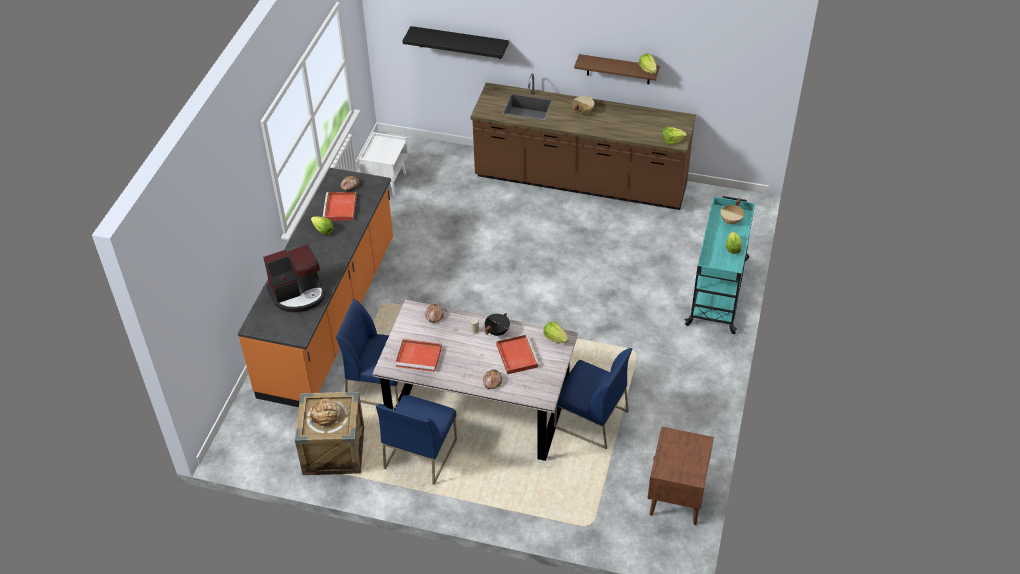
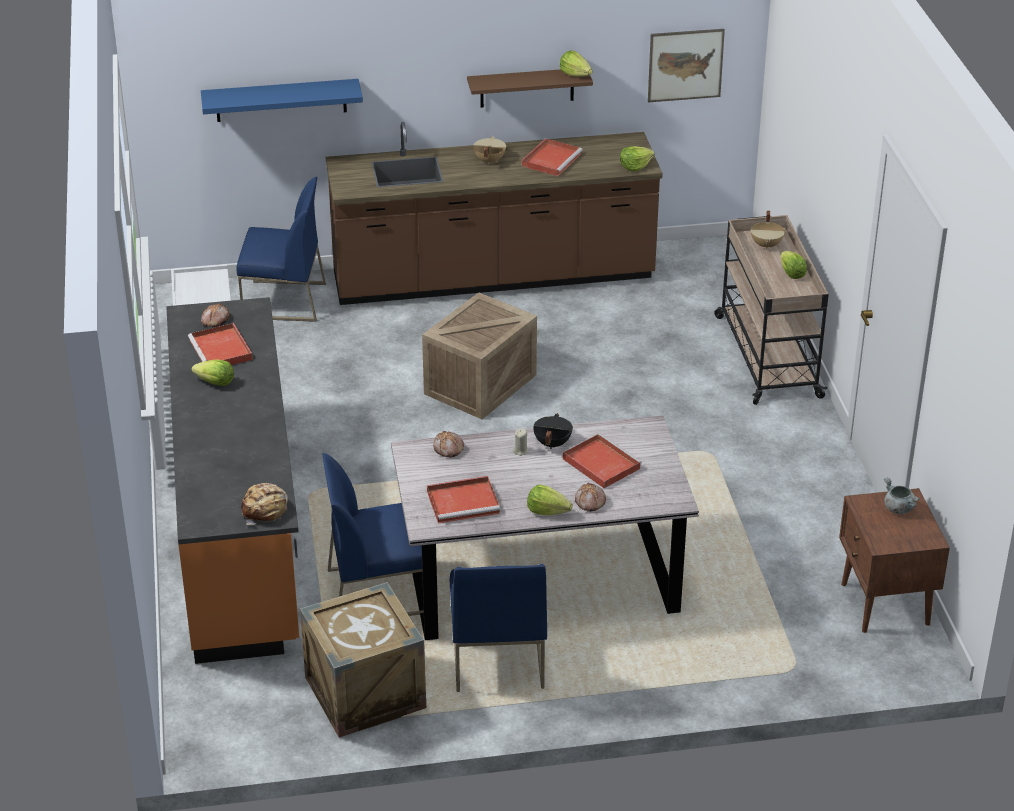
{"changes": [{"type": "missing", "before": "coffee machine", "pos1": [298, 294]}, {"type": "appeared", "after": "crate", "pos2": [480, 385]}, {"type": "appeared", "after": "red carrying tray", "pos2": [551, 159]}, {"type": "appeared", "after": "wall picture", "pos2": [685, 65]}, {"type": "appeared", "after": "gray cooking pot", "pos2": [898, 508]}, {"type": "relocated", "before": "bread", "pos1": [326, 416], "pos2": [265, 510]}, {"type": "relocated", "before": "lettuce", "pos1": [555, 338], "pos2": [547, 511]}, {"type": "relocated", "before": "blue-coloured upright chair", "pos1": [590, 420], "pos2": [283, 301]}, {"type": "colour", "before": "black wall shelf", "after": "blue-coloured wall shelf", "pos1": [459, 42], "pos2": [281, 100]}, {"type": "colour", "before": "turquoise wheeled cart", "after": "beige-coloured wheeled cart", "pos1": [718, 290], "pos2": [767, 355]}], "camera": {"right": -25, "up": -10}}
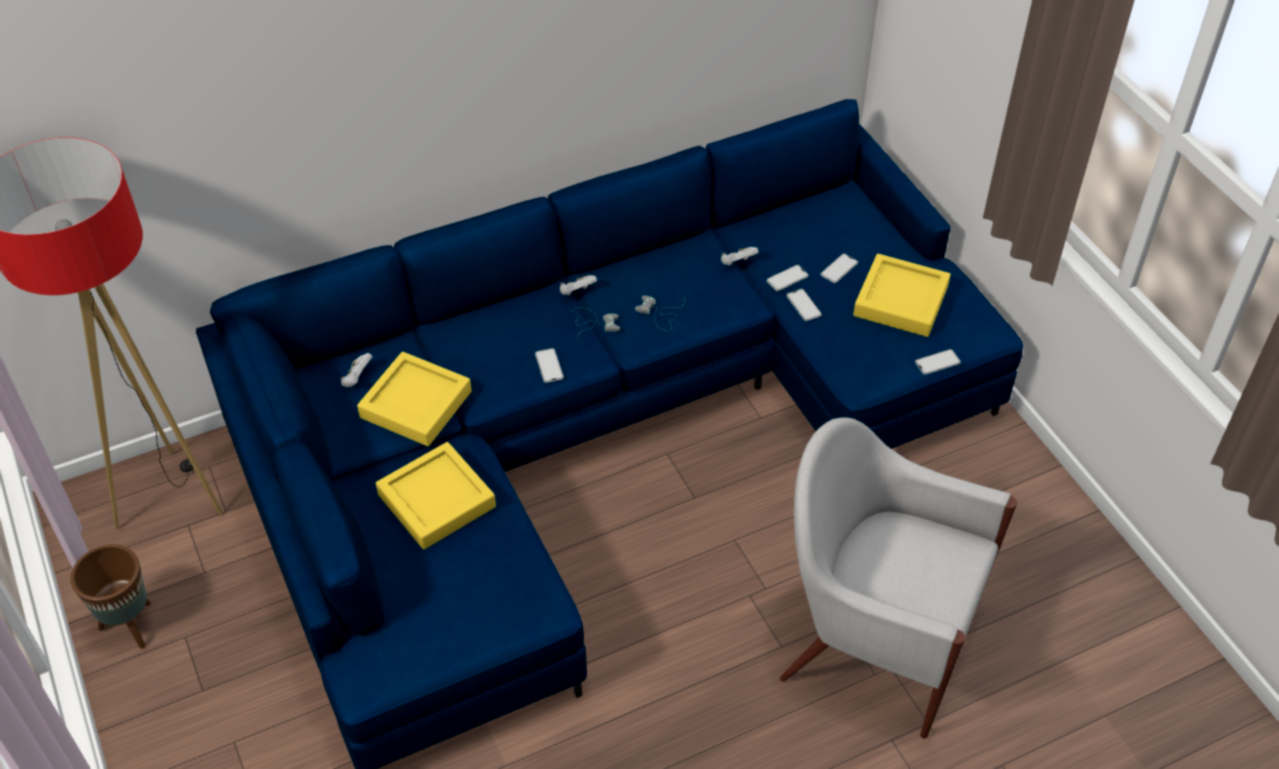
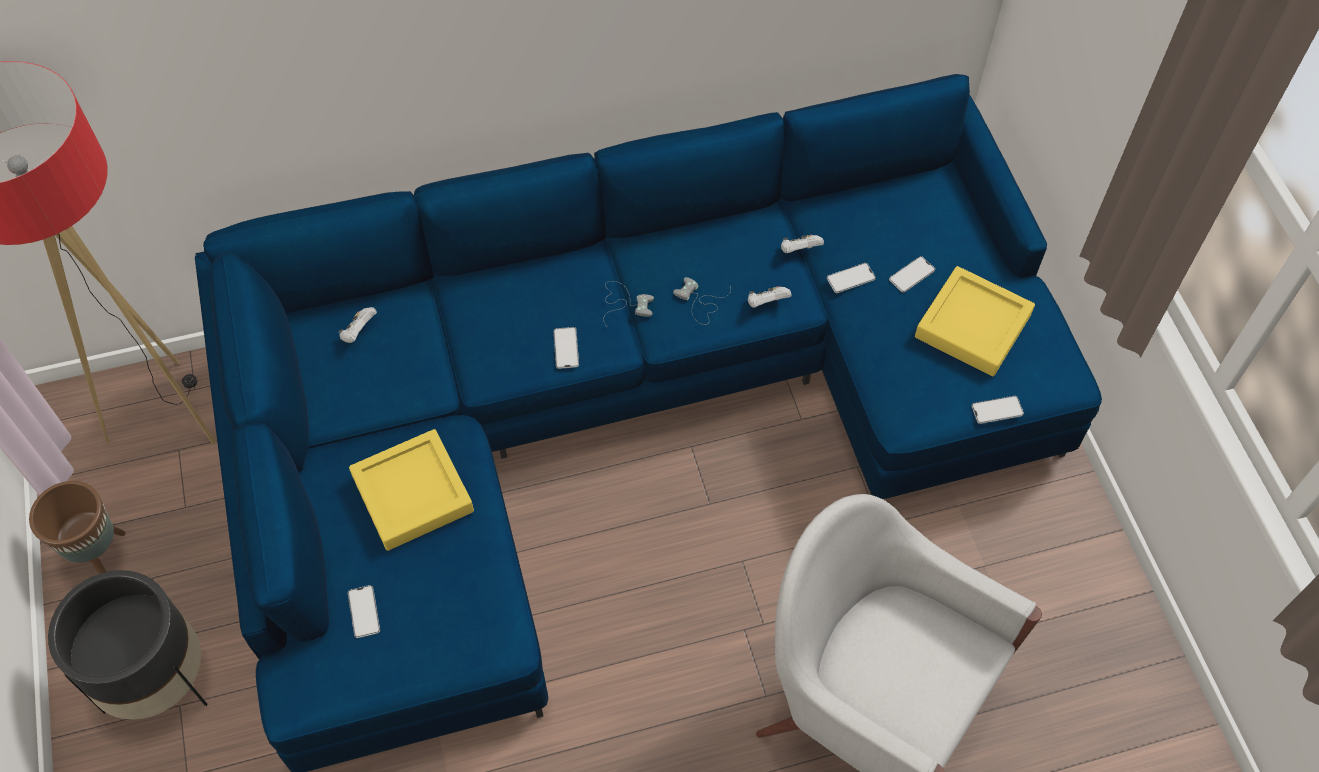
{"changes": [{"type": "missing", "before": "yellow carrying tray", "pos1": [416, 404]}, {"type": "appeared", "after": "black planter", "pos2": [159, 680]}, {"type": "relocated", "before": "whitish game controller", "pos1": [577, 292], "pos2": [766, 303]}, {"type": "relocated", "before": "handset", "pos1": [803, 305], "pos2": [364, 611]}], "camera": {"right": 10, "up": 10}}
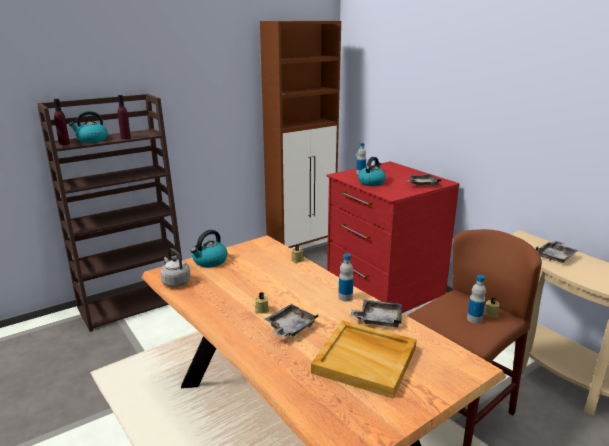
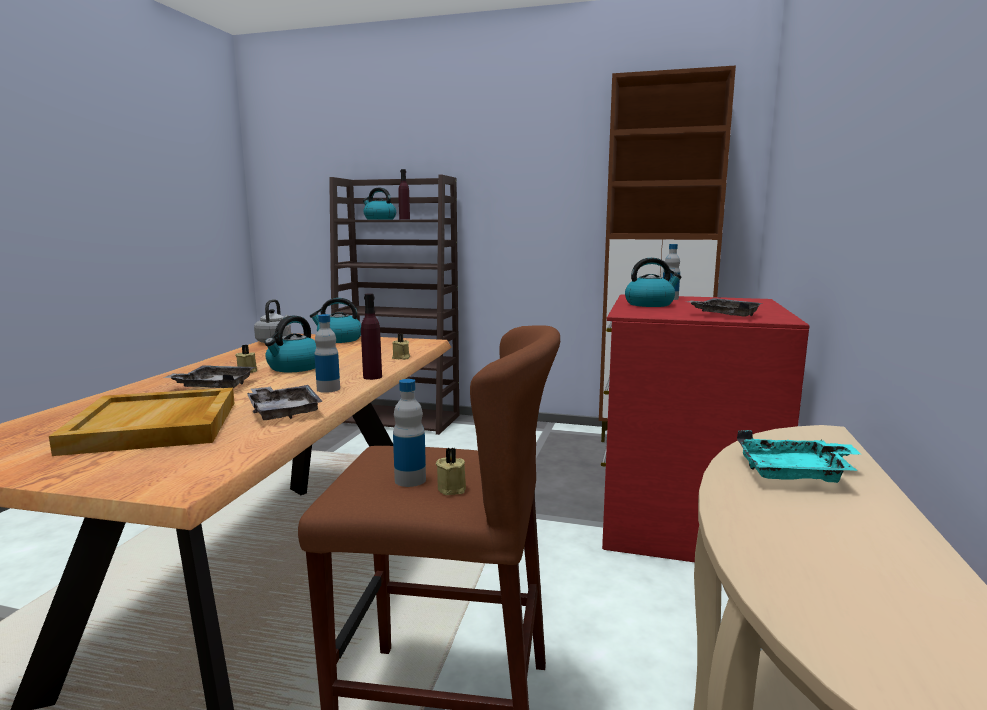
{"changes": [{"type": "appeared", "after": "water kettle", "pos2": [294, 367]}, {"type": "relocated", "before": "purple-coloured bottle", "pos1": [64, 143], "pos2": [372, 377]}, {"type": "colour", "before": "gray carrying tray", "after": "turquoise carrying tray", "pos1": [555, 256], "pos2": [795, 473]}], "camera": {"right": 50, "up": -10}}
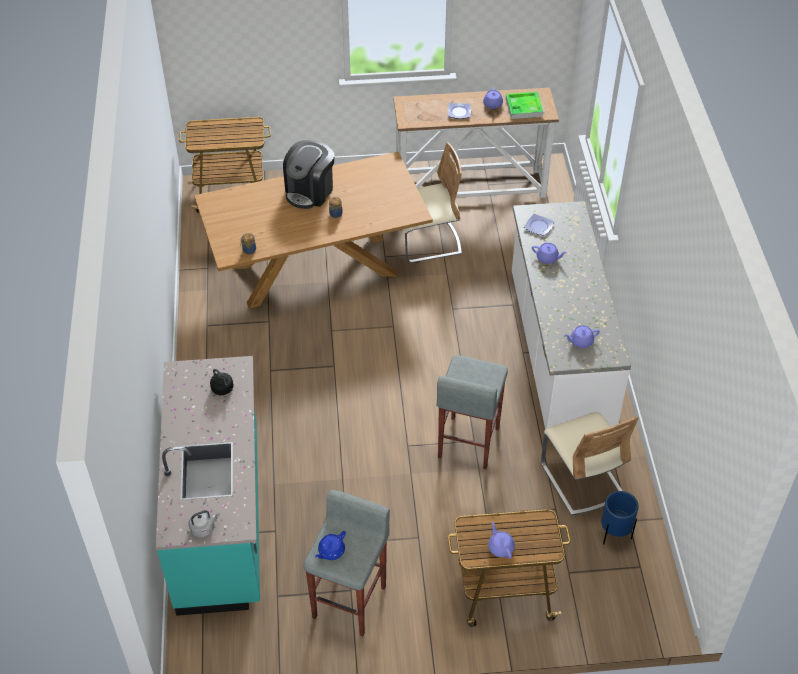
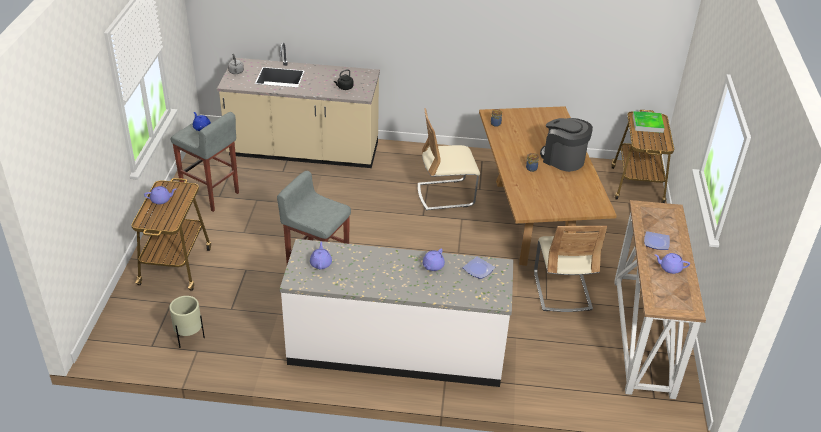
{"changes": [{"type": "relocated", "before": "carrying tray", "pos1": [524, 107], "pos2": [647, 124]}, {"type": "relocated", "before": "beige-coloured upright chair", "pos1": [581, 480], "pos2": [445, 195]}, {"type": "colour", "before": "turquoise kitchen counter", "after": "beige-coloured kitchen counter", "pos1": [221, 518], "pos2": [303, 151]}, {"type": "colour", "before": "blue-coloured planter", "after": "beige-coloured planter", "pos1": [614, 534], "pos2": [189, 338]}], "camera": {"right": 100, "up": -10}}
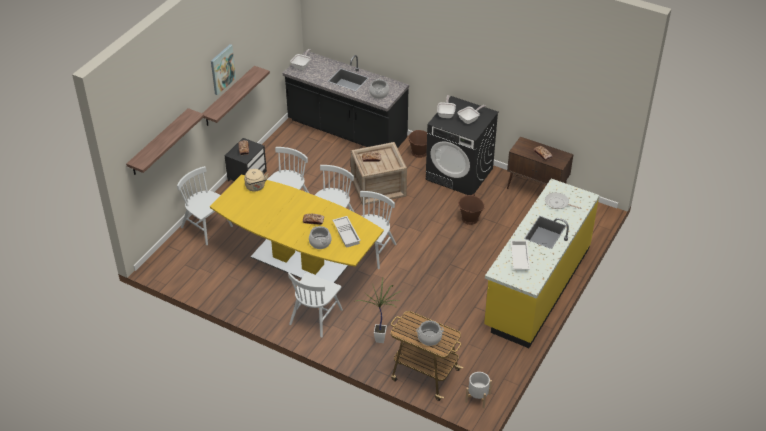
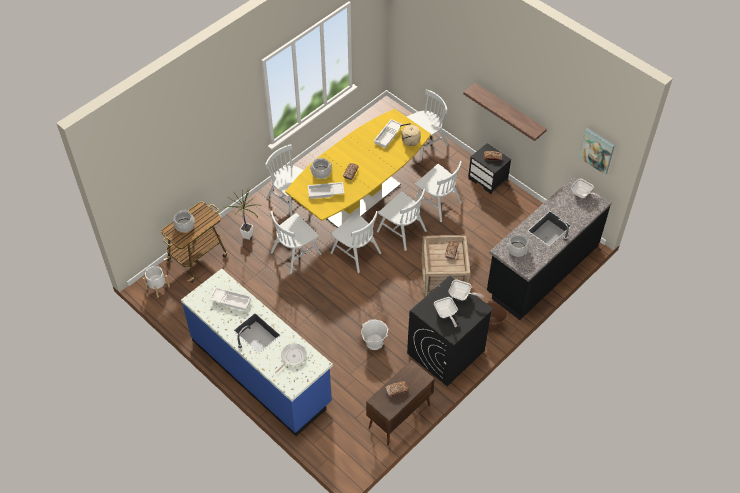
{"changes": [{"type": "missing", "before": "wall shelf", "pos1": [159, 142]}, {"type": "appeared", "after": "whitish upright chair", "pos2": [296, 253]}, {"type": "appeared", "after": "whitish carrying tray", "pos2": [388, 136]}, {"type": "relocated", "before": "wall picture", "pos1": [222, 69], "pos2": [597, 150]}, {"type": "colour", "before": "brown bucket", "after": "whitish bucket", "pos1": [469, 219], "pos2": [374, 342]}, {"type": "colour", "before": "yellow kitchen counter", "after": "blue-coloured kitchen counter", "pos1": [537, 287], "pos2": [261, 371]}], "camera": {"right": 105, "up": 10}}
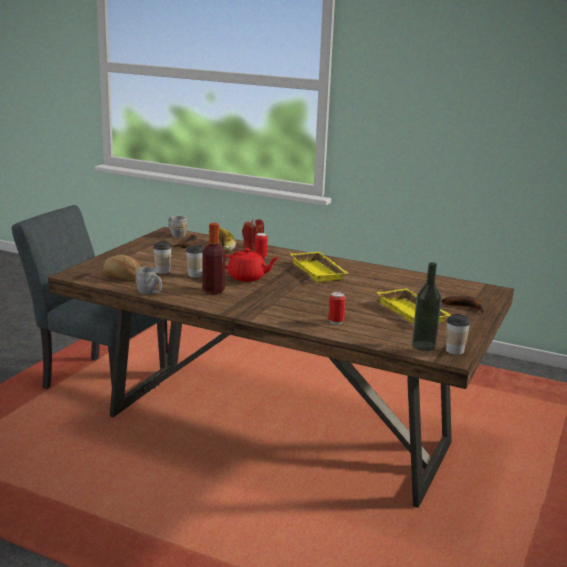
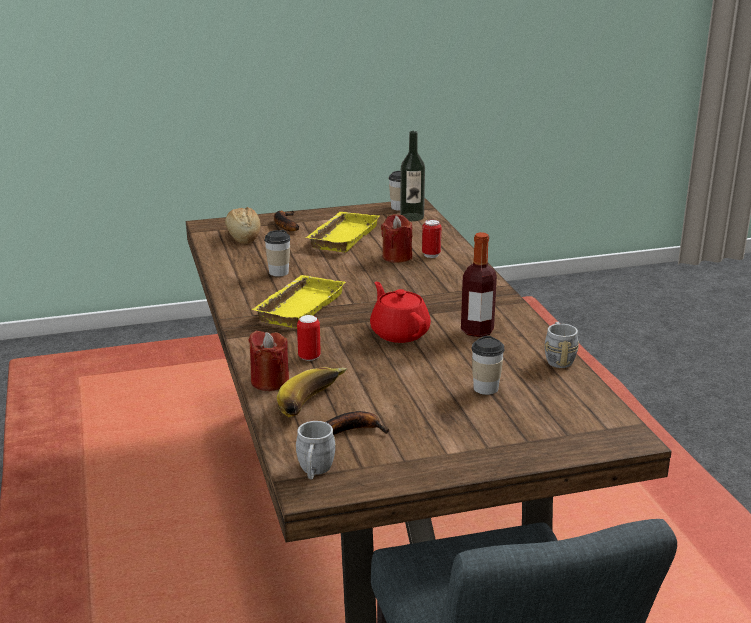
{"changes": [{"type": "appeared", "after": "red wax light", "pos2": [397, 257]}, {"type": "relocated", "before": "bread", "pos1": [122, 277], "pos2": [243, 236]}, {"type": "relocated", "before": "drinking cup", "pos1": [195, 275], "pos2": [278, 272]}], "camera": {"right": -130, "up": 5}}
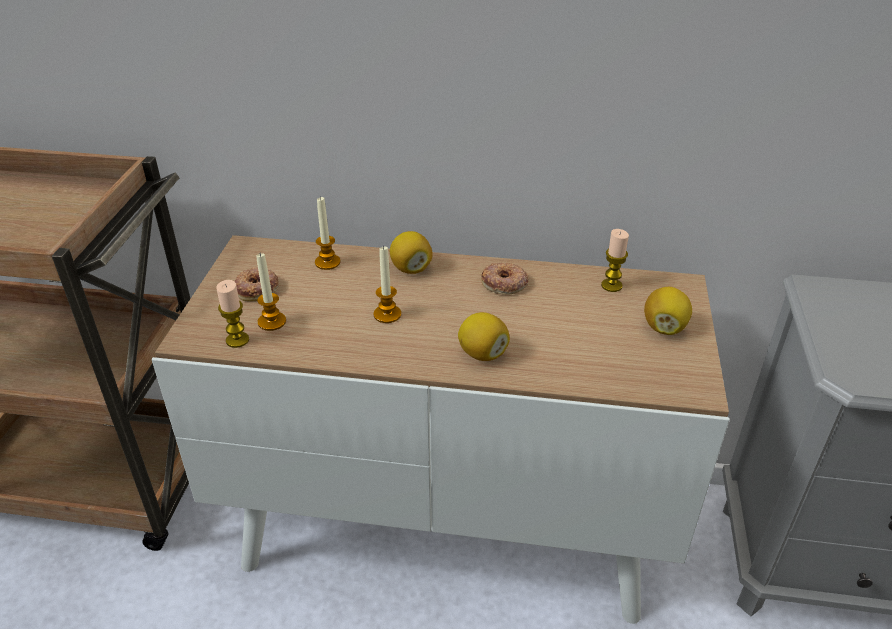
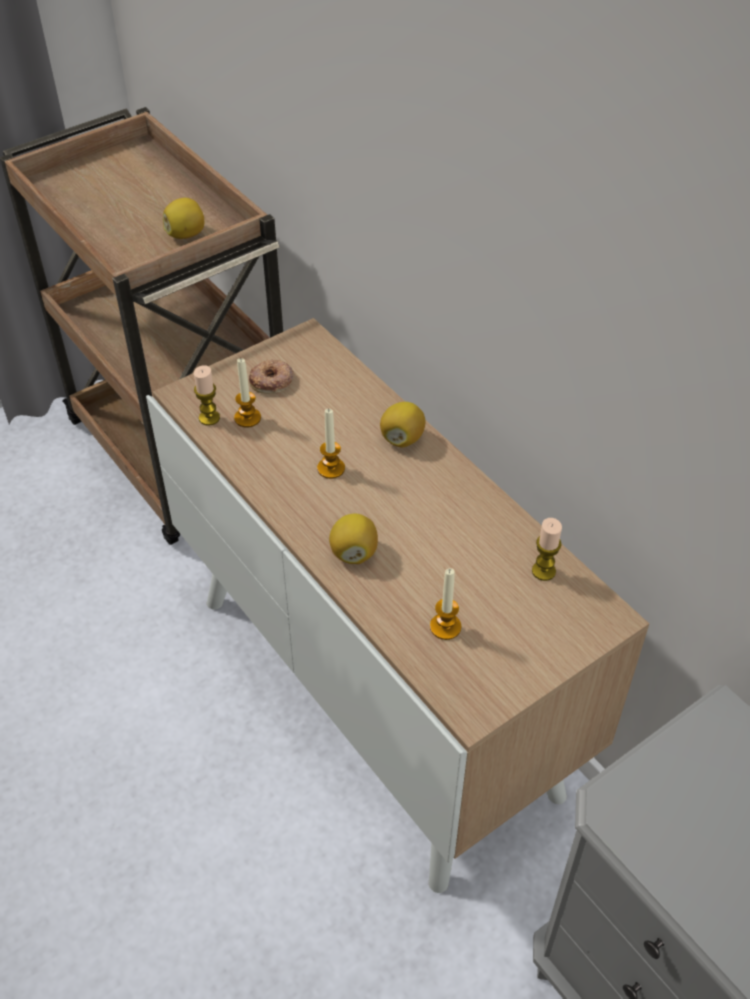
{"changes": [{"type": "missing", "before": "ring doughnut", "pos1": [504, 283]}, {"type": "relocated", "before": "wax light", "pos1": [327, 262], "pos2": [445, 627]}, {"type": "relocated", "before": "whole lemon", "pos1": [664, 327], "pos2": [186, 234]}], "camera": {"right": 45, "up": 10}}
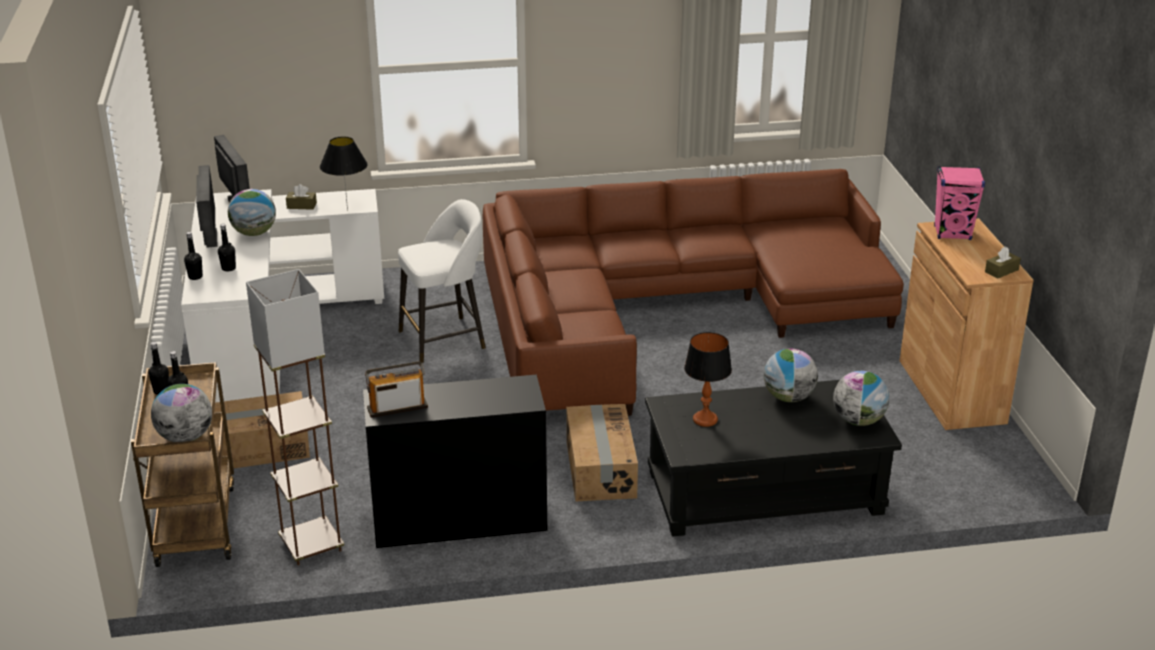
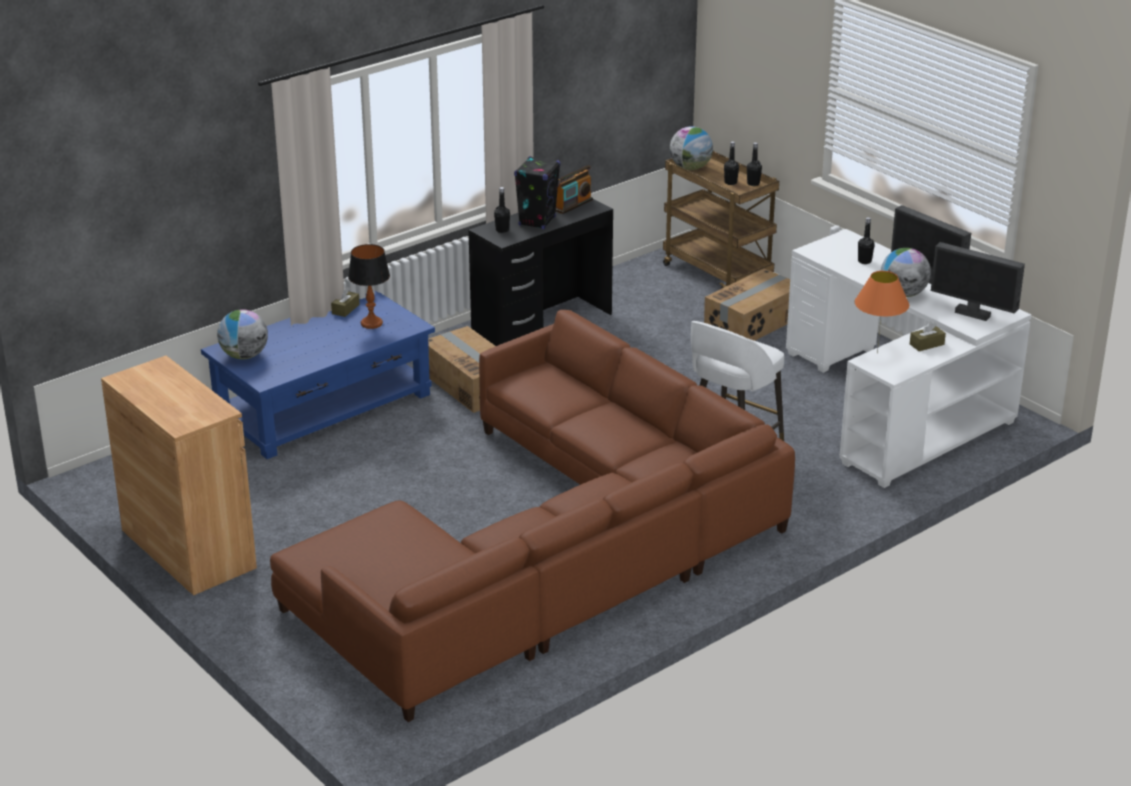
{"changes": [{"type": "missing", "before": "brown standard lamp", "pos1": [311, 545]}, {"type": "missing", "before": "world globe", "pos1": [788, 397]}, {"type": "missing", "before": "pink-coloured loudspeaker", "pos1": [952, 233]}, {"type": "appeared", "after": "black loudspeaker", "pos2": [537, 221]}, {"type": "relocated", "before": "black bottle", "pos1": [195, 277], "pos2": [502, 230]}, {"type": "relocated", "before": "brown box of tissues", "pos1": [1001, 271], "pos2": [345, 309]}, {"type": "colour", "before": "black lamp for a table", "after": "orangey lamp for a table", "pos1": [347, 210], "pos2": [877, 353]}, {"type": "colour", "before": "black lounge table", "after": "blue-coloured lounge table", "pos1": [765, 492], "pos2": [322, 406]}], "camera": {"right": 150, "up": 0}}
